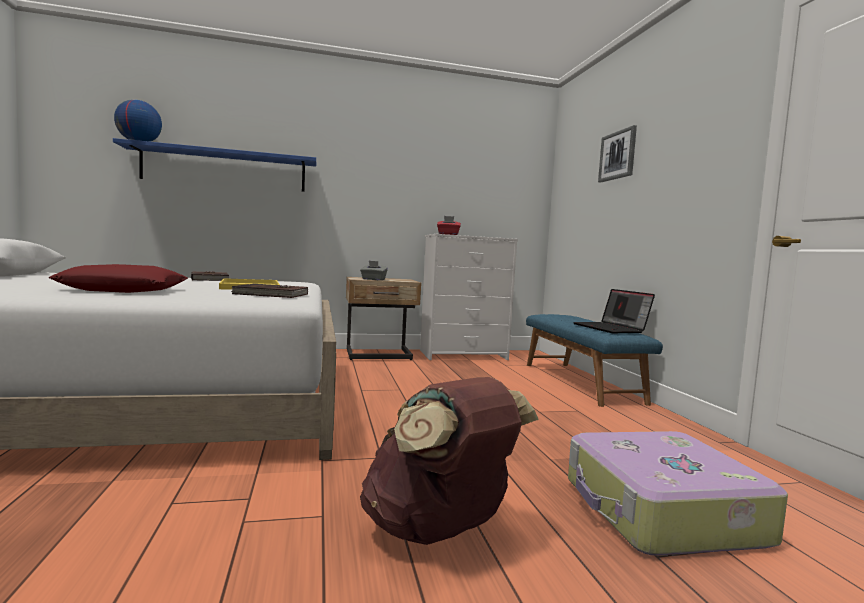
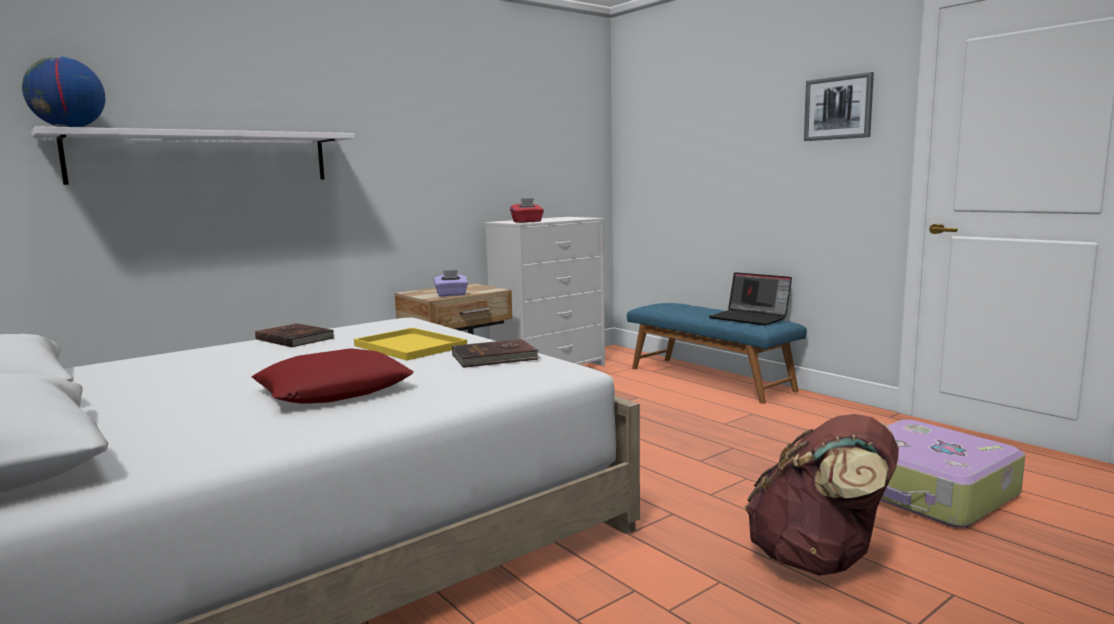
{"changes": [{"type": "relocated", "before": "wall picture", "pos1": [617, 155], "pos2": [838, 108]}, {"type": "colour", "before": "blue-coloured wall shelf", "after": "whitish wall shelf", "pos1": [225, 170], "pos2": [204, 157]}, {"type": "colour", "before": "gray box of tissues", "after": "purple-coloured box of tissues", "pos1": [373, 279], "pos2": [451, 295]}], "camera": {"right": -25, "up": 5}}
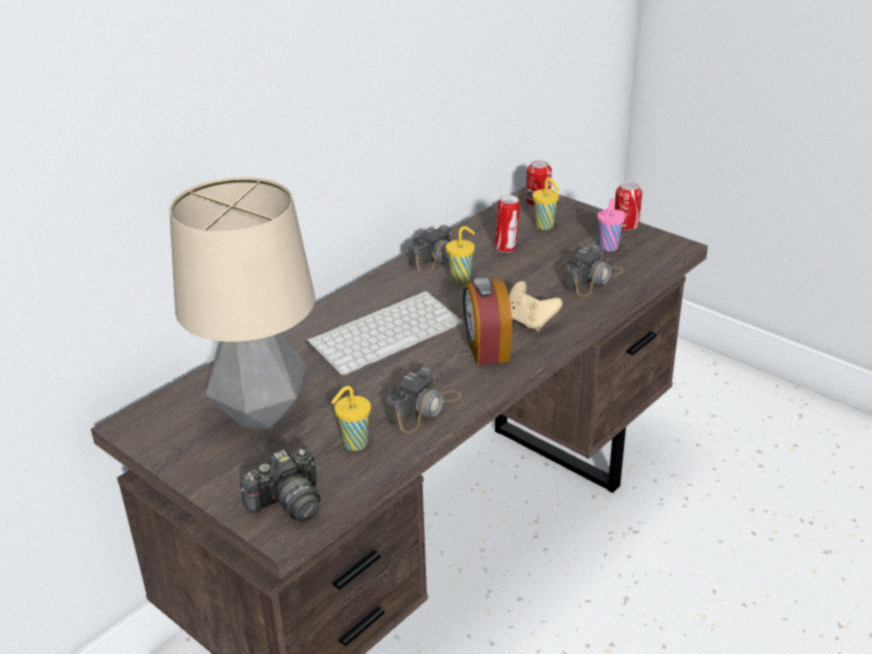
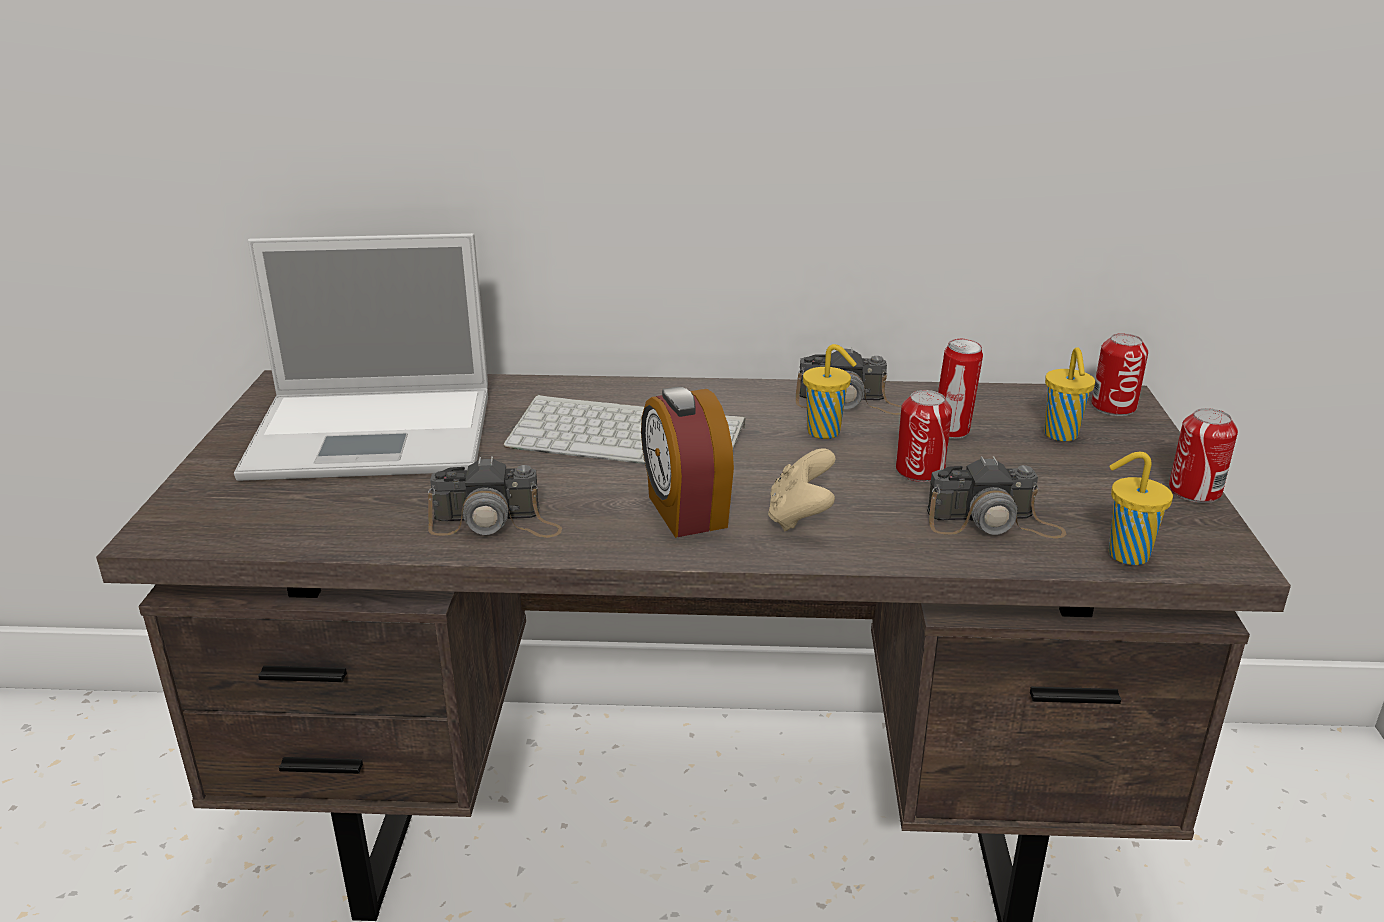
{"changes": [{"type": "missing", "before": "still camera", "pos1": [288, 503]}, {"type": "missing", "before": "pink-coloured drinking cup", "pos1": [608, 248]}, {"type": "appeared", "after": "sealed can", "pos2": [920, 471]}, {"type": "relocated", "before": "yellow drinking cup", "pos1": [353, 444], "pos2": [1125, 554]}, {"type": "exchanged", "before": "lamp for a table", "after": "portable computer", "pos1": [261, 413], "pos2": [377, 433]}, {"type": "spun", "before": "alarm clock", "pos1": [486, 350], "pos2": [685, 512], "turn": -60}], "camera": {"right": 50, "up": -5}}
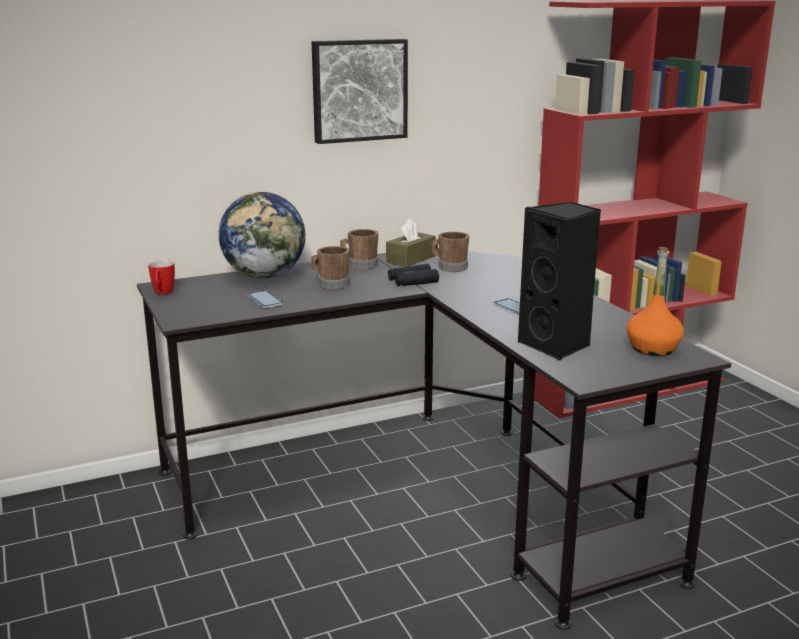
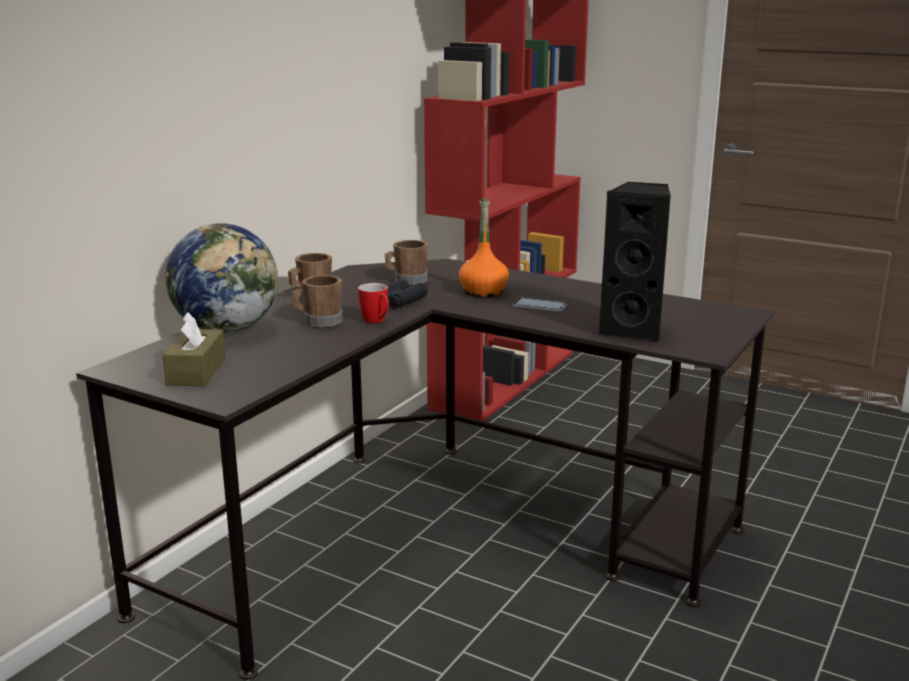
{"changes": [{"type": "missing", "before": "handset", "pos1": [265, 300]}, {"type": "missing", "before": "wall picture", "pos1": [358, 90]}, {"type": "relocated", "before": "mug", "pos1": [162, 293], "pos2": [377, 322]}, {"type": "relocated", "before": "brown box of tissues", "pos1": [411, 259], "pos2": [196, 371]}, {"type": "relocated", "before": "orangey bottle", "pos1": [652, 348], "pos2": [483, 292]}], "camera": {"right": -35, "up": 0}}
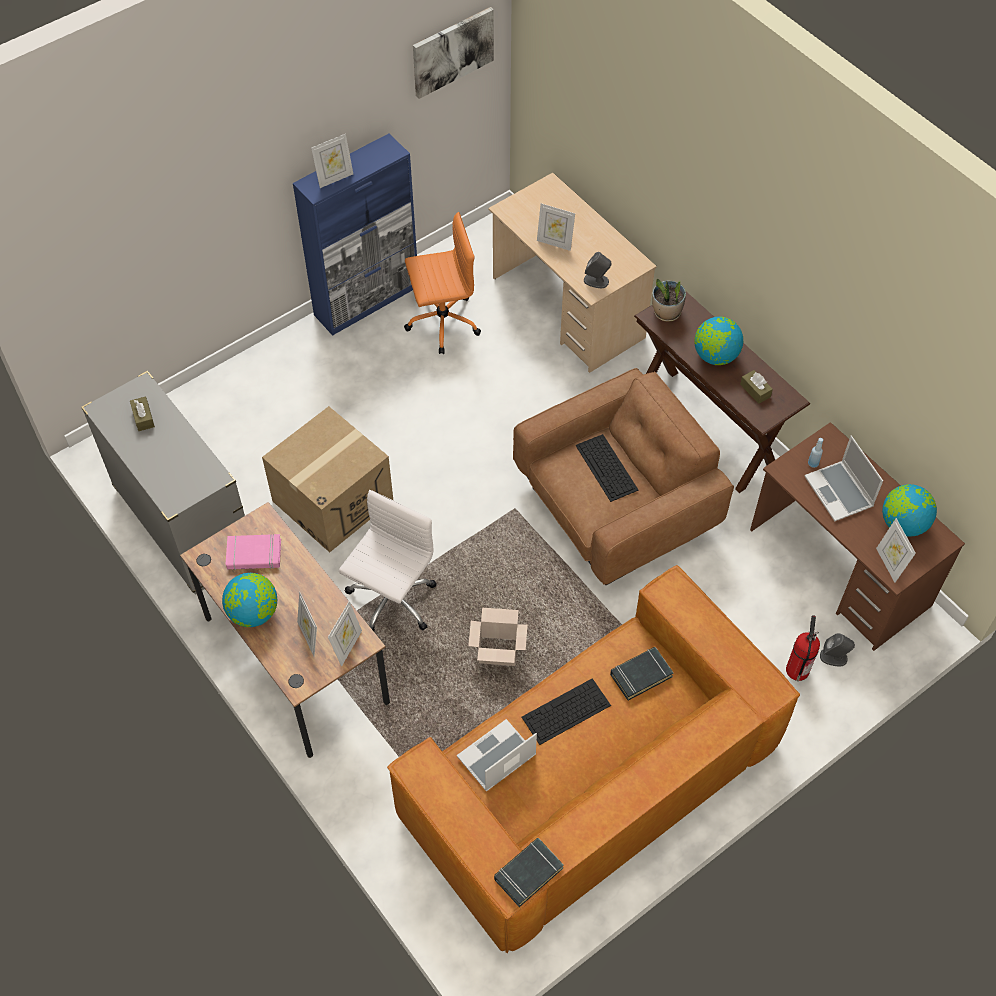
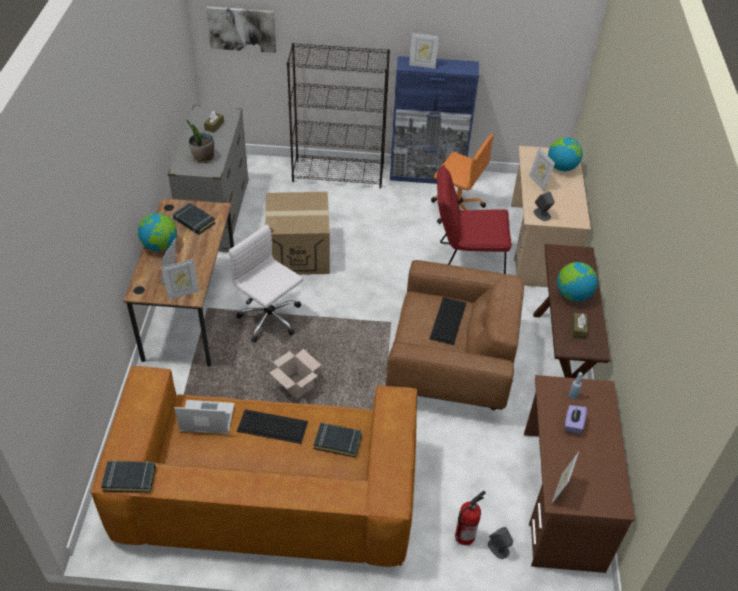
{"changes": [{"type": "appeared", "after": "black shelving unit", "pos2": [338, 174]}, {"type": "appeared", "after": "red upright chair", "pos2": [465, 262]}, {"type": "relocated", "before": "wall picture", "pos1": [452, 51], "pos2": [242, 29]}, {"type": "relocated", "before": "plant in a pot", "pos1": [666, 313], "pos2": [203, 158]}, {"type": "relocated", "before": "world globe", "pos1": [903, 524], "pos2": [562, 167]}, {"type": "exchanged", "before": "portable computer", "after": "purple-coloured box of tissues", "pos1": [840, 492], "pos2": [573, 424]}, {"type": "colour", "before": "pink-coloured volume", "after": "black volume", "pos1": [254, 555], "pos2": [194, 221]}, {"type": "spun", "before": "whitish office chair", "pos1": [391, 601], "pos2": [270, 319], "turn": -120}], "camera": {"right": 40, "up": -10}}
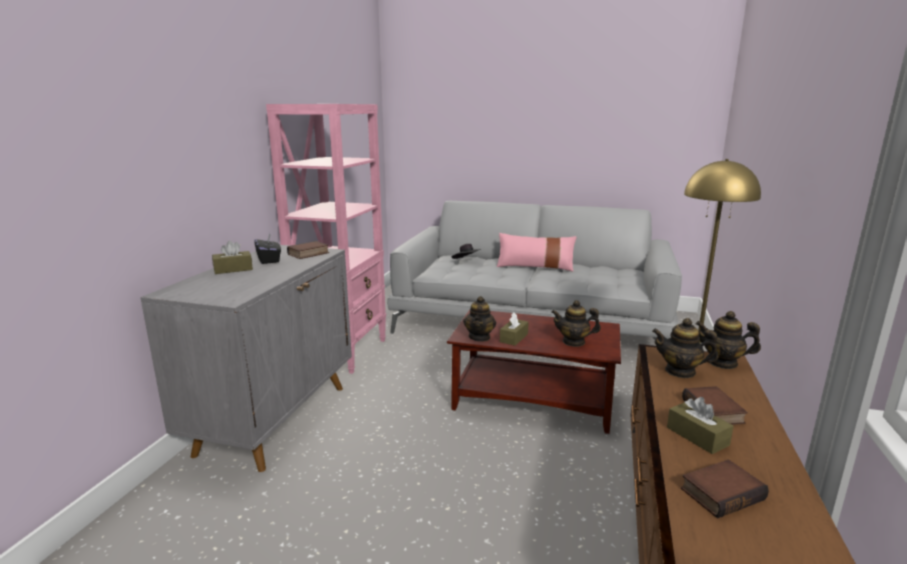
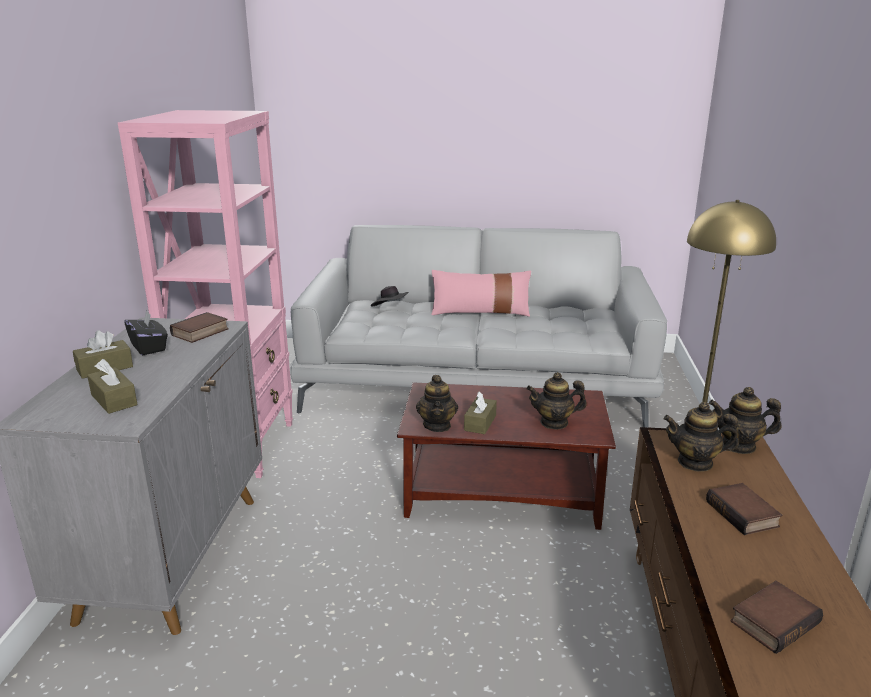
{"changes": [{"type": "relocated", "before": "brown box of tissues", "pos1": [697, 436], "pos2": [114, 400]}], "camera": {"right": -10, "up": 5}}
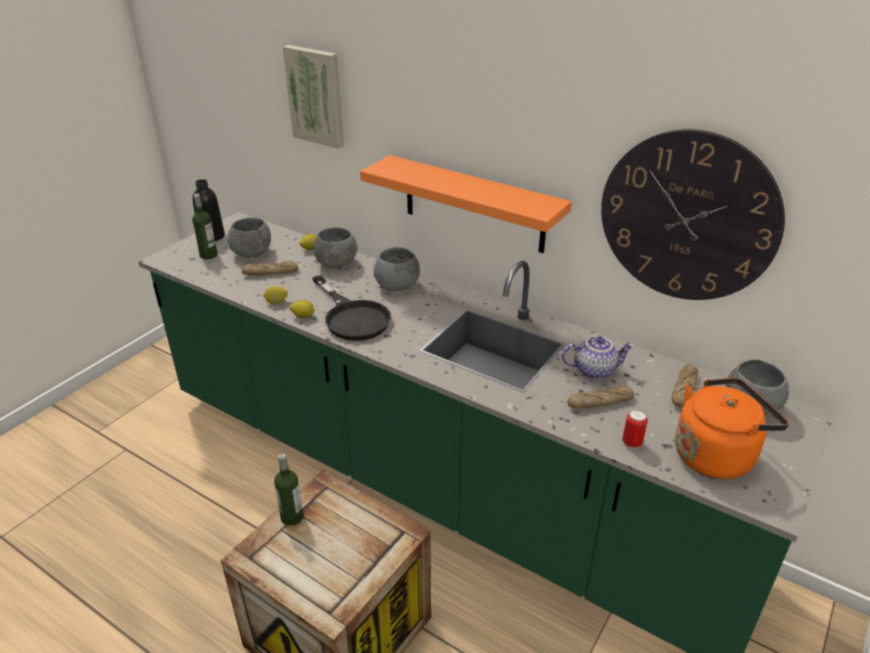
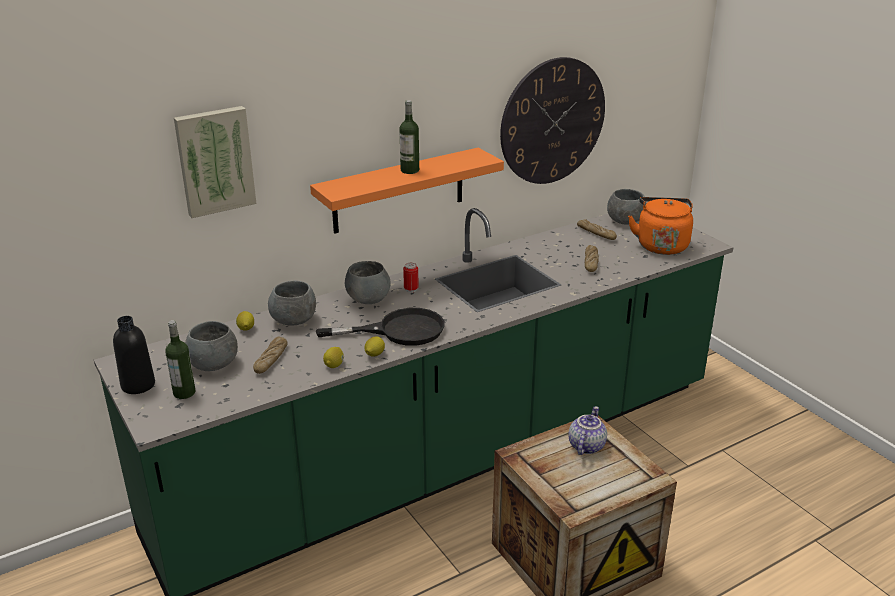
{"changes": [{"type": "relocated", "before": "bottle", "pos1": [292, 517], "pos2": [410, 170]}, {"type": "relocated", "before": "teapot", "pos1": [594, 370], "pos2": [585, 445]}, {"type": "relocated", "before": "sealed can", "pos1": [631, 443], "pos2": [411, 289]}], "camera": {"right": -65, "up": -5}}
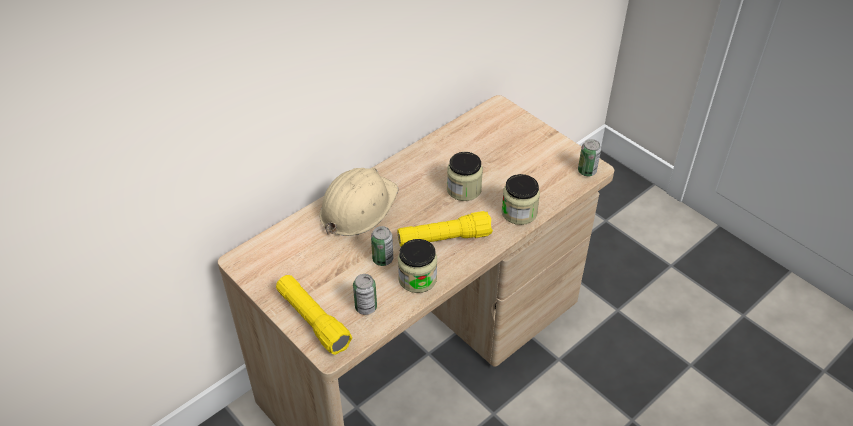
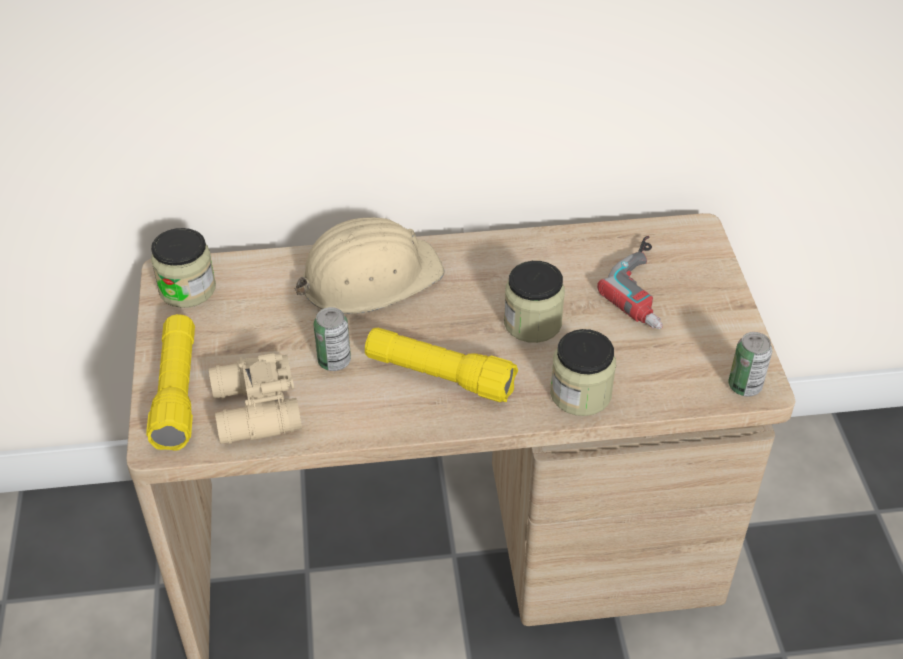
{"changes": [{"type": "appeared", "after": "power drill", "pos2": [650, 289]}, {"type": "relocated", "before": "storage jar", "pos1": [417, 278], "pos2": [187, 289]}, {"type": "exchanged", "before": "sealed can", "after": "beige-coloured binoculars", "pos1": [366, 307], "pos2": [254, 411]}], "camera": {"right": 35, "up": 0}}
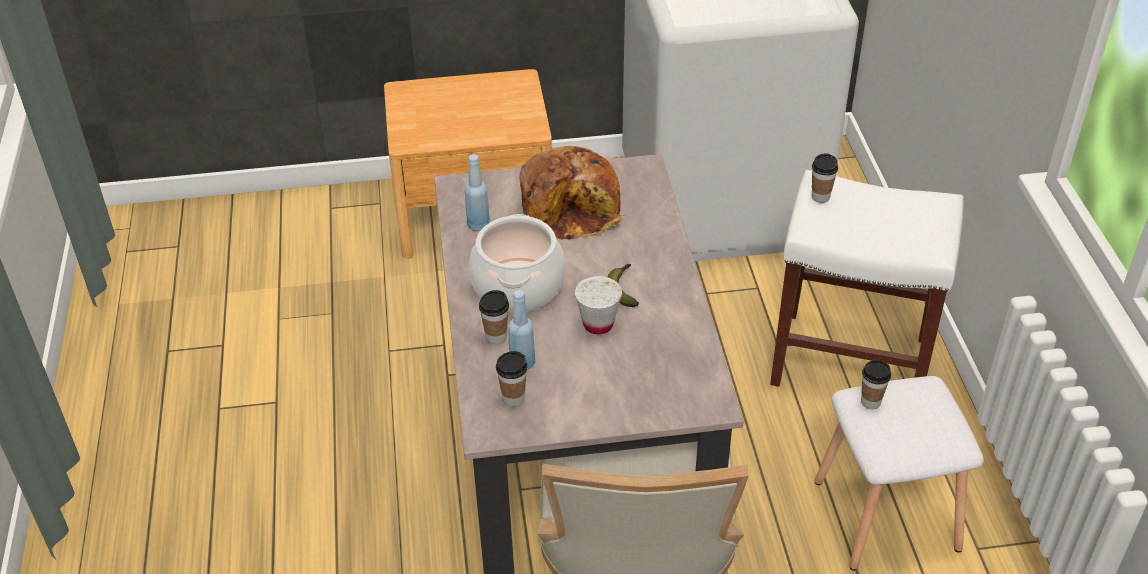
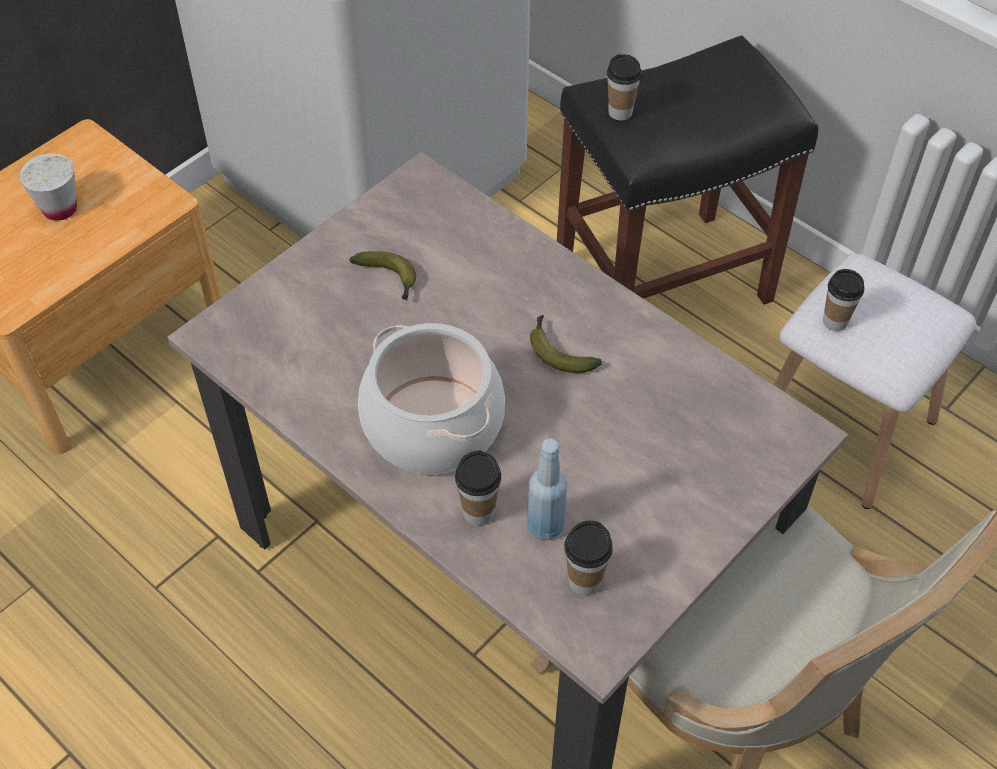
{"changes": [{"type": "missing", "before": "blue-coloured bottle", "pos1": [478, 225]}, {"type": "relocated", "before": "whitish drinking cup", "pos1": [598, 324], "pos2": [60, 209]}, {"type": "exchanged", "before": "bread", "after": "whole banana", "pos1": [572, 207], "pos2": [389, 279]}, {"type": "colour", "before": "whitish sitting stool", "after": "black sitting stool", "pos1": [853, 360], "pos2": [664, 280]}], "camera": {"right": -40, "up": 10}}
